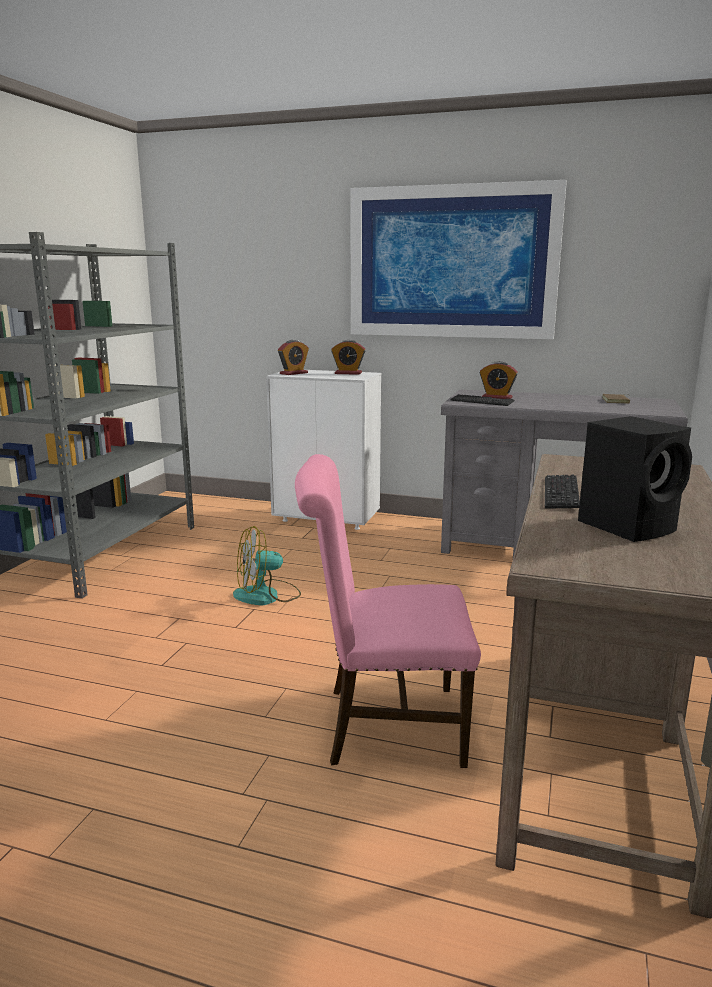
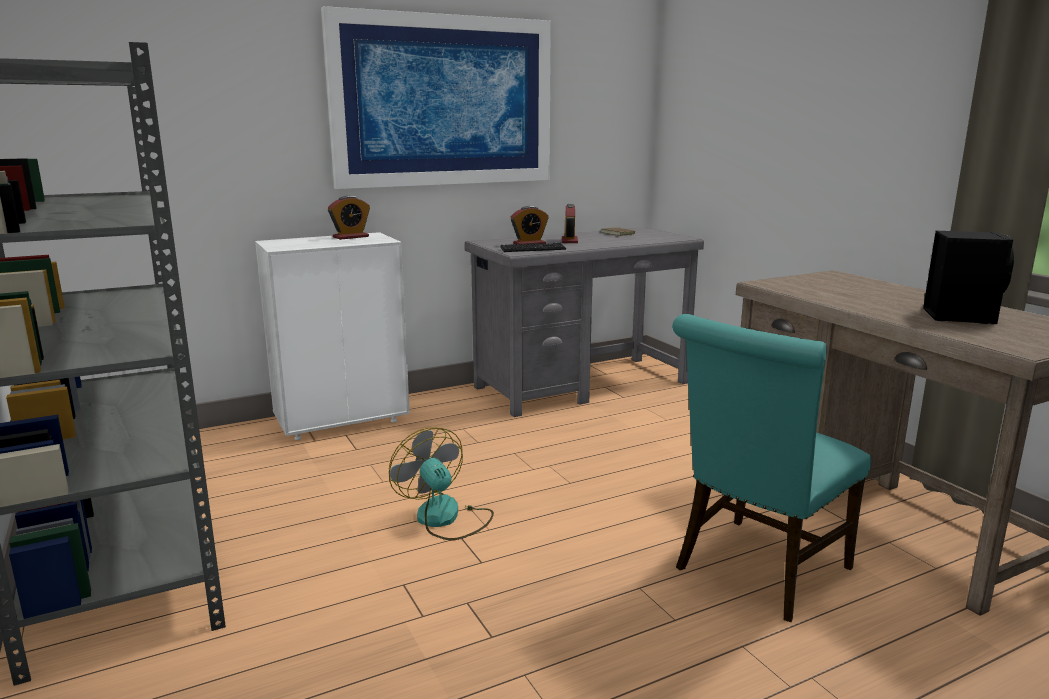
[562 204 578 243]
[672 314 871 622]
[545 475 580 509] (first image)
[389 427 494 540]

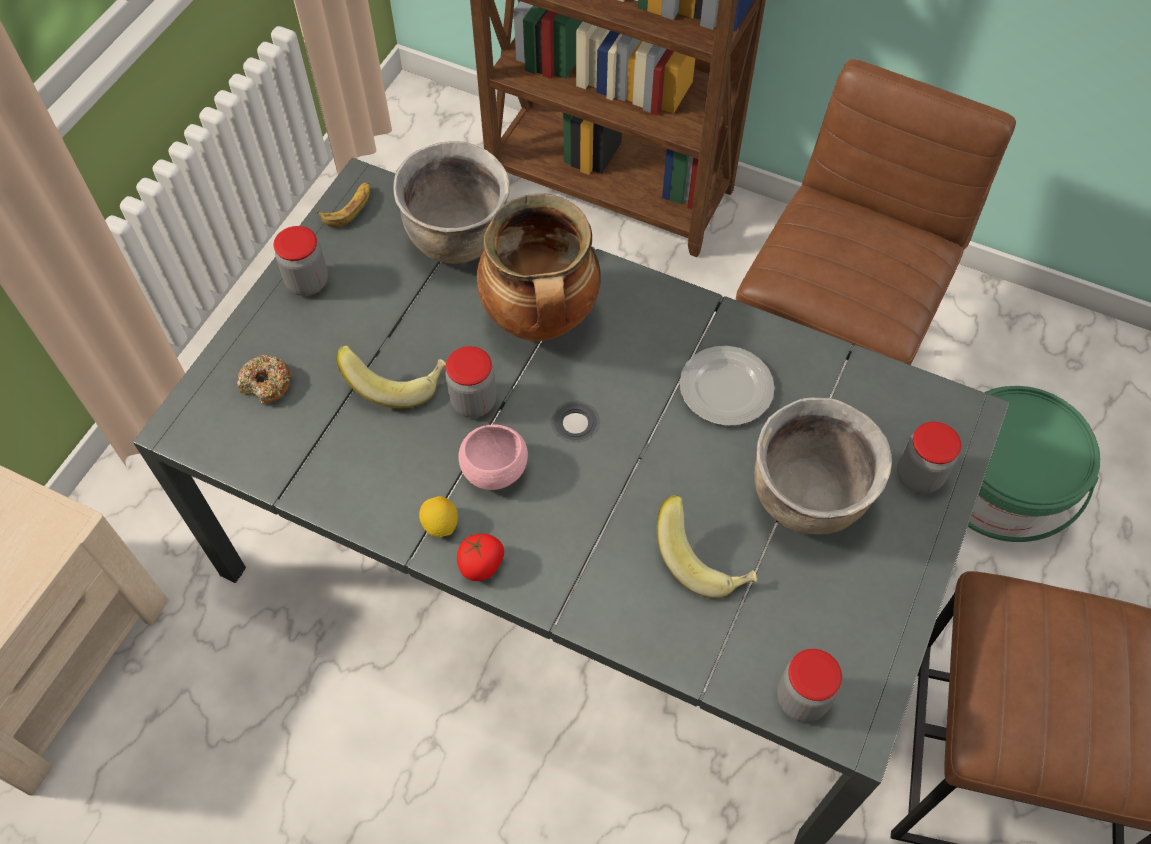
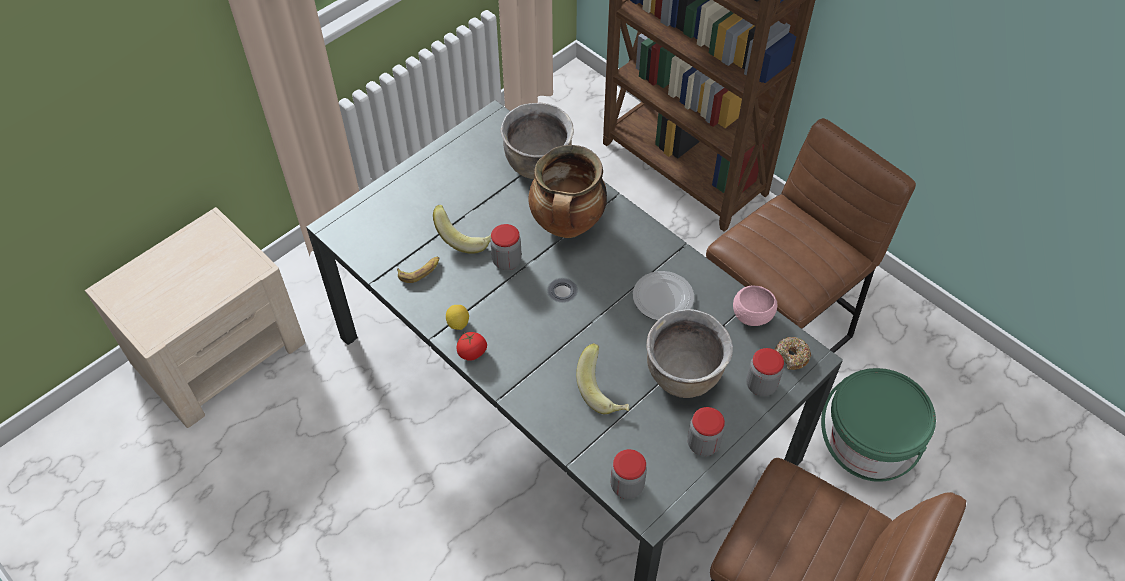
[397 257 439 283]
[687 407 725 456]
[775 337 811 370]
[733 286 777 326]

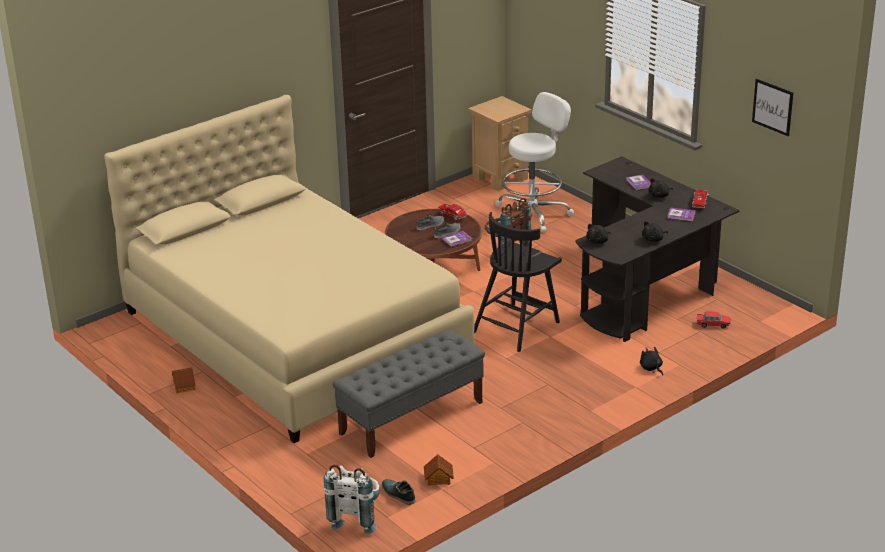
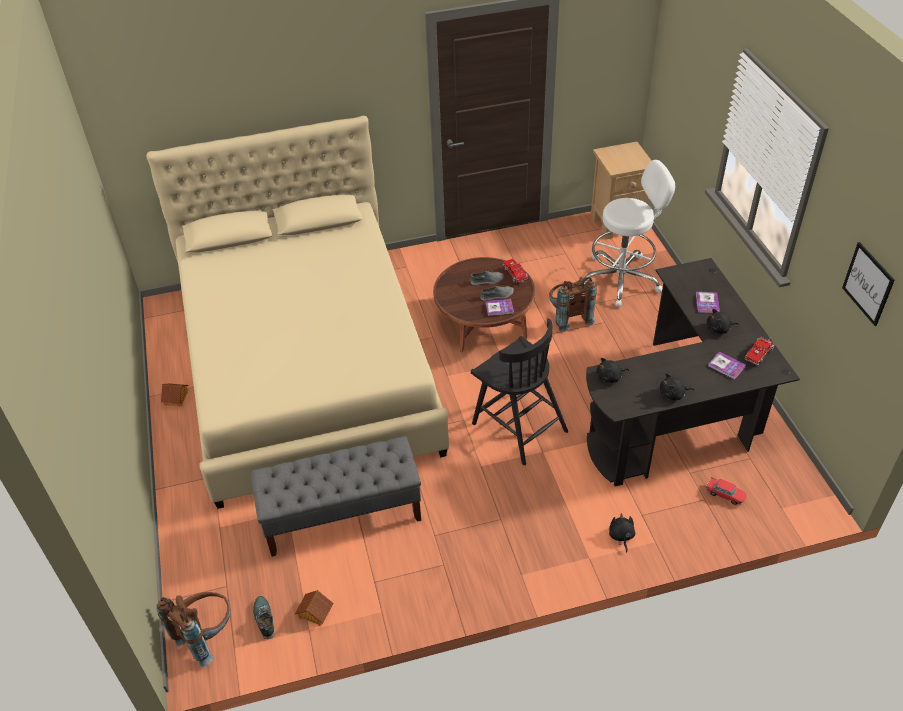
[471 318 568 465]
[157 592 231 667]

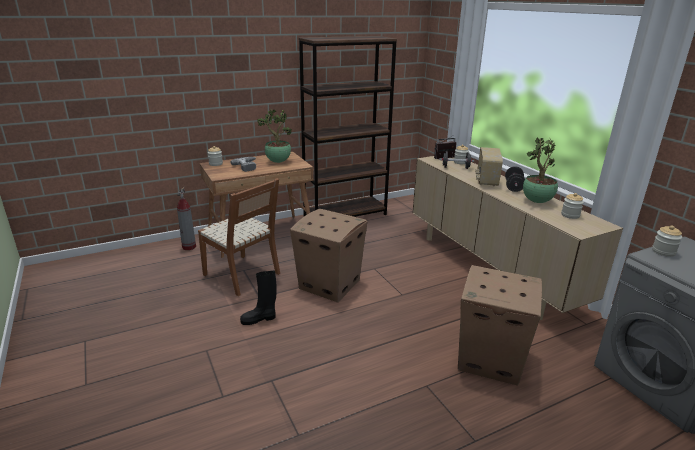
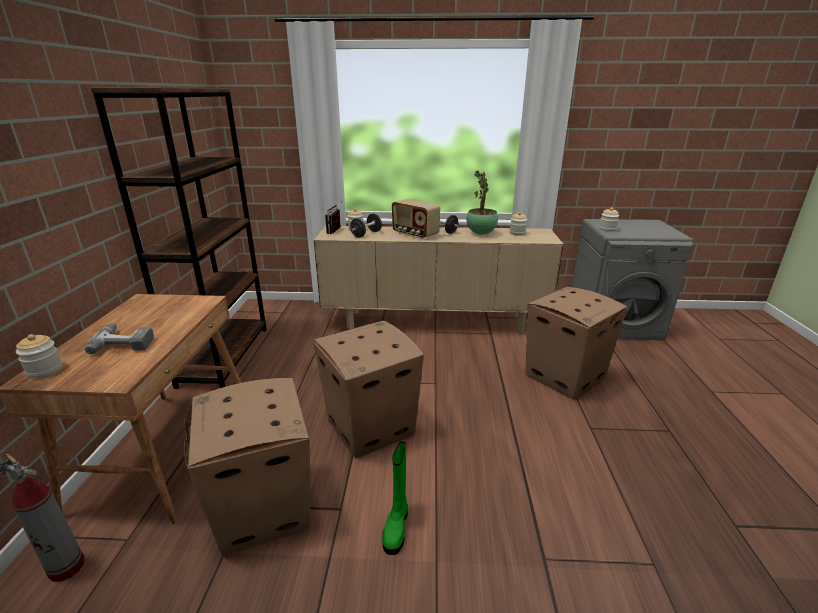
[257 109 292 163] (first image)
[184 378 310 557]
[382 441 408 555]

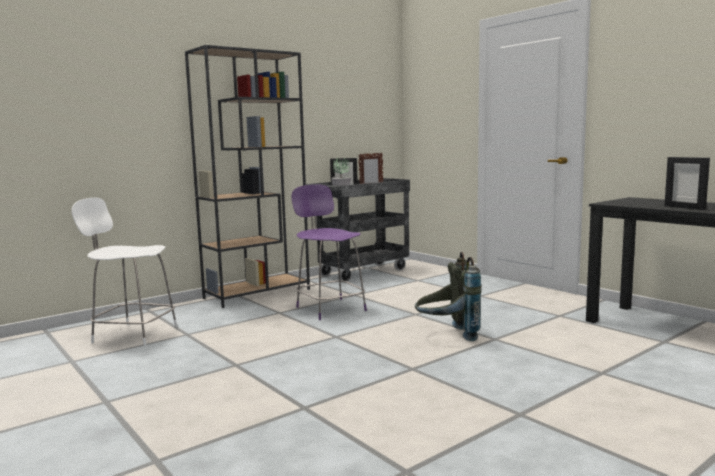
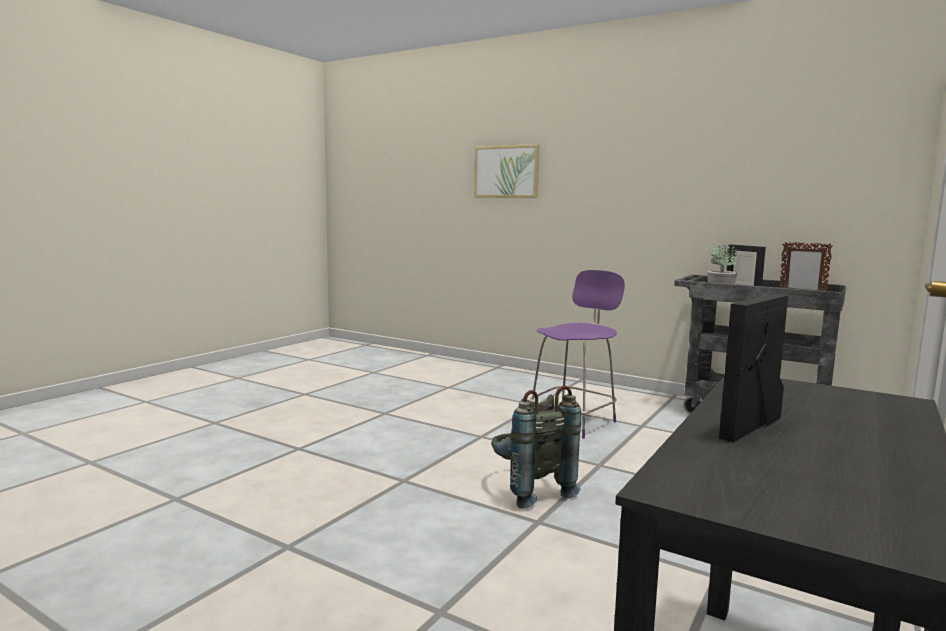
[185 45 310 308] (first image)
[72 198 177 347] (first image)
[474 144 540 198]

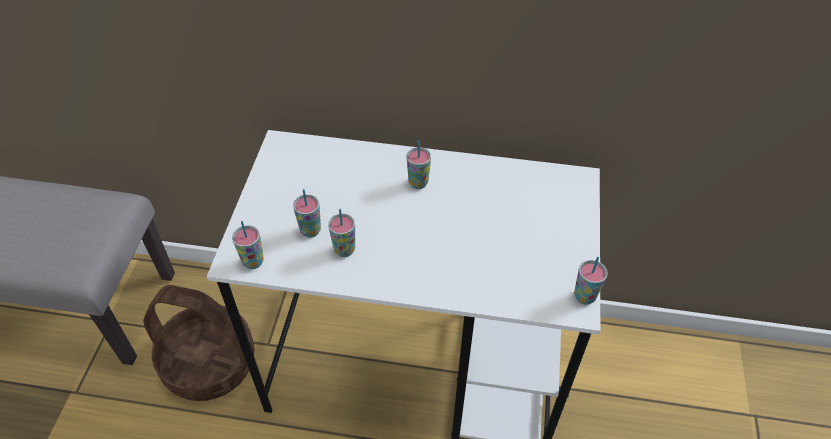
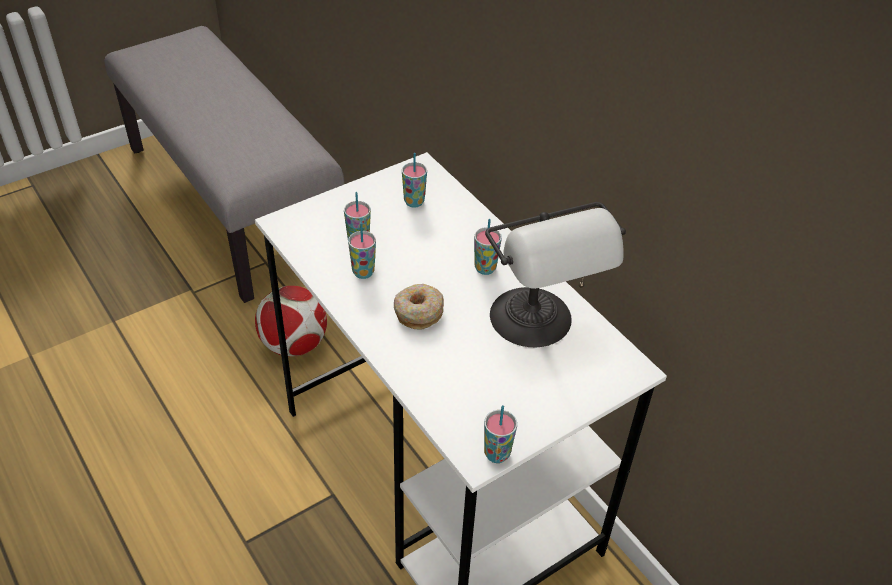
[402 153 427 208]
[255 286 327 357]
[485 202 626 347]
[394 284 444 330]

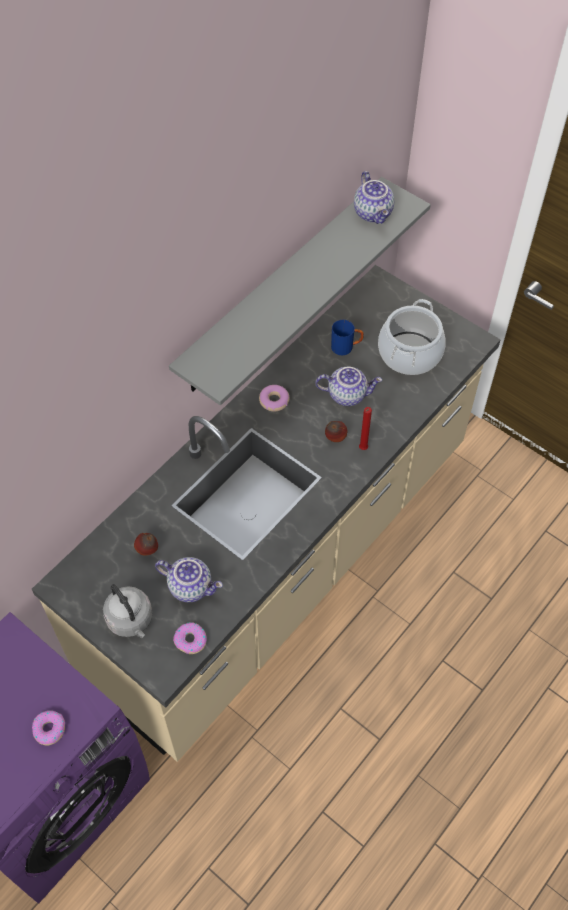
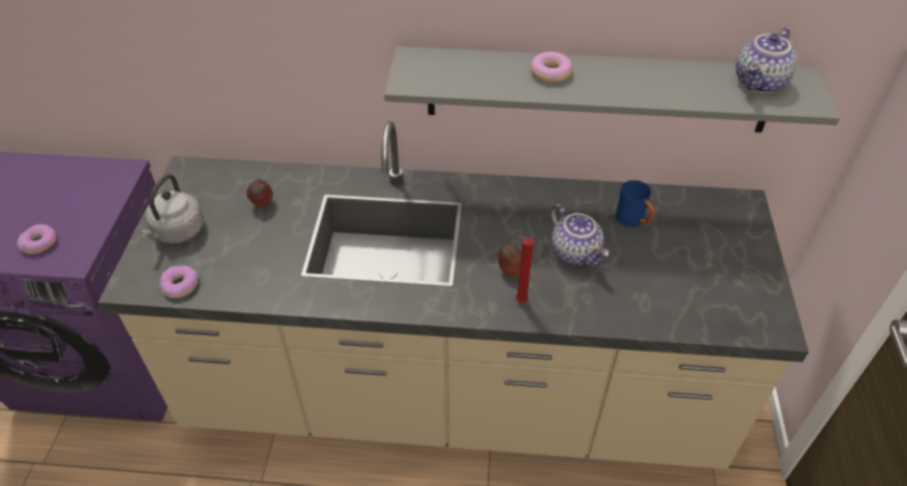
[378 299 446 375] (first image)
[530 52 573 83]
[155 557 223 602] (first image)

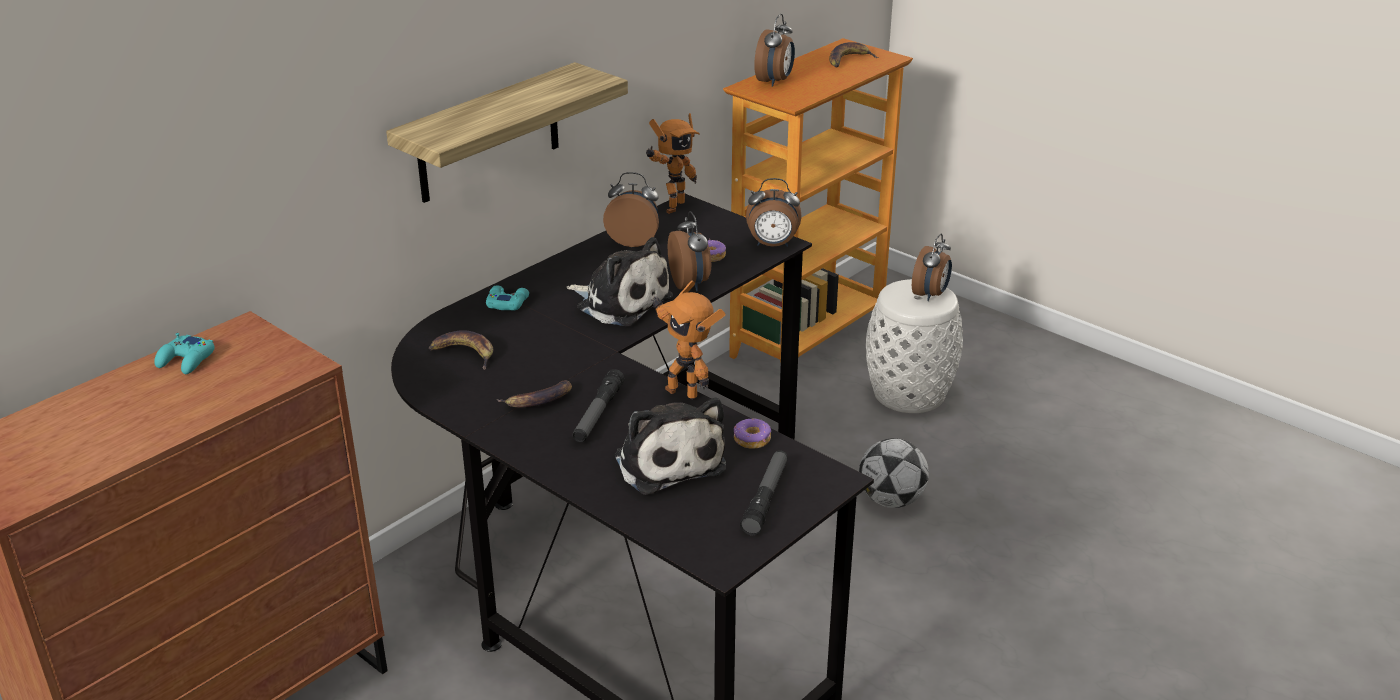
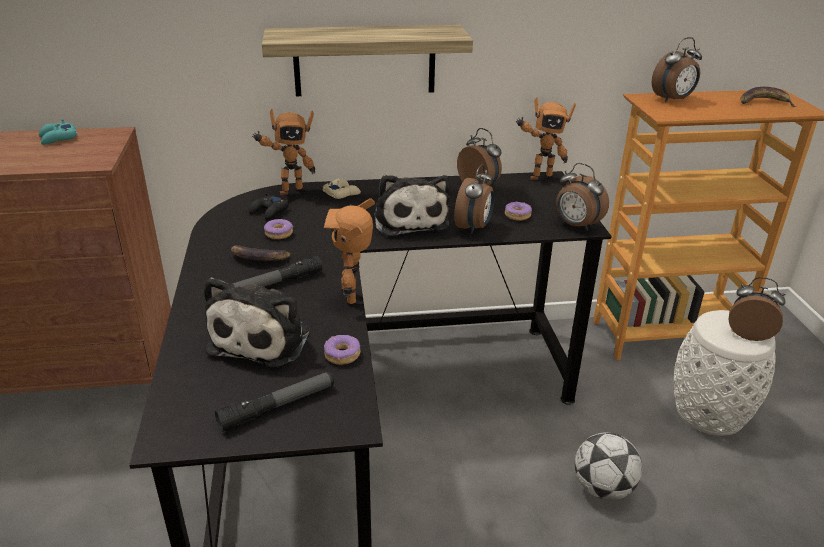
[728 277 786 341]
[322 178 361 199]
[249 193 289 220]
[252 109 315 195]
[264 219 293 239]

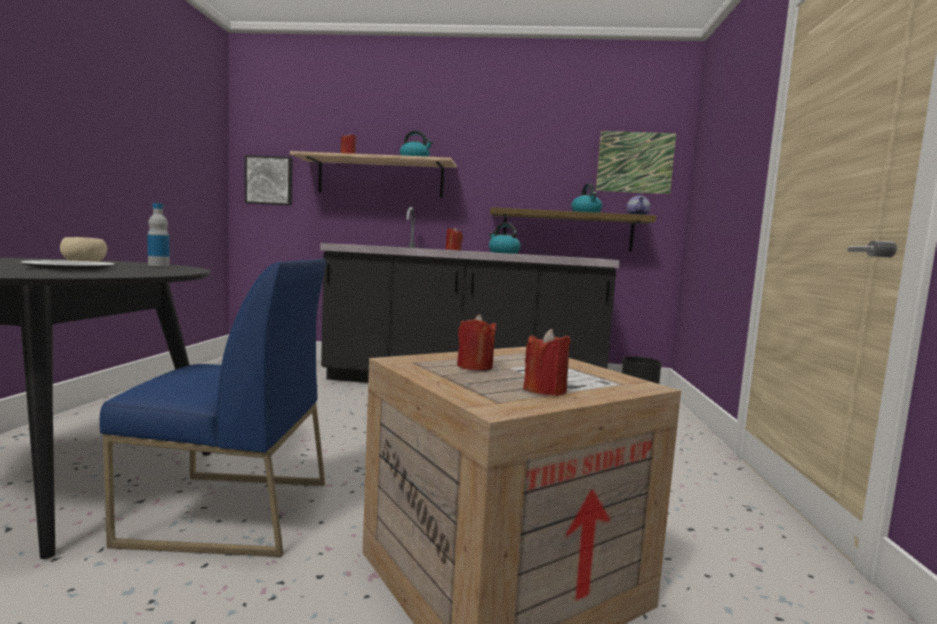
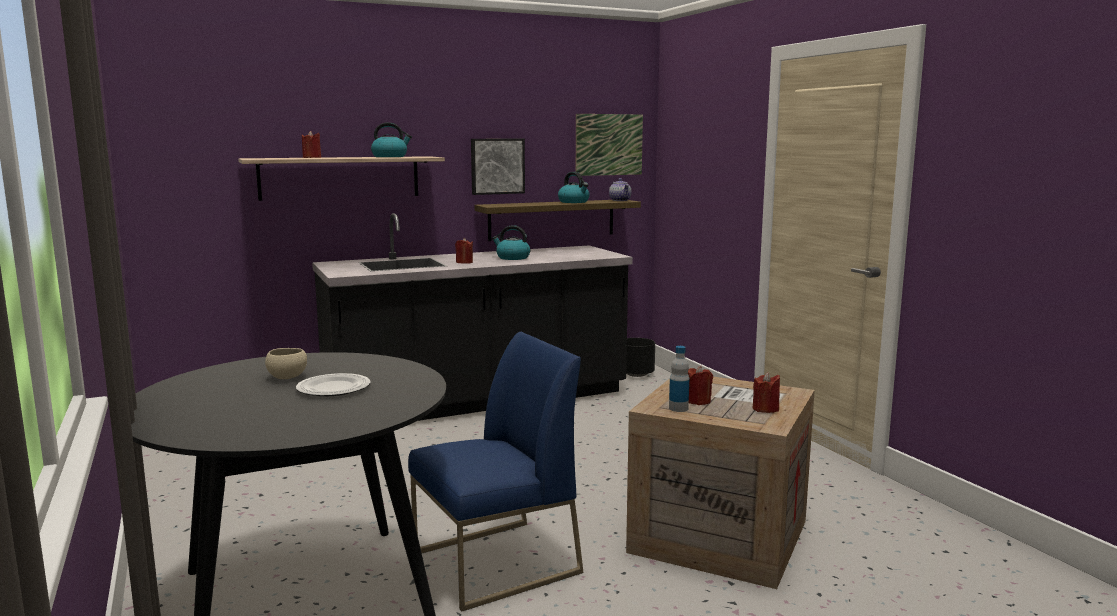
[471 139 525 195]
[669 346 689 412]

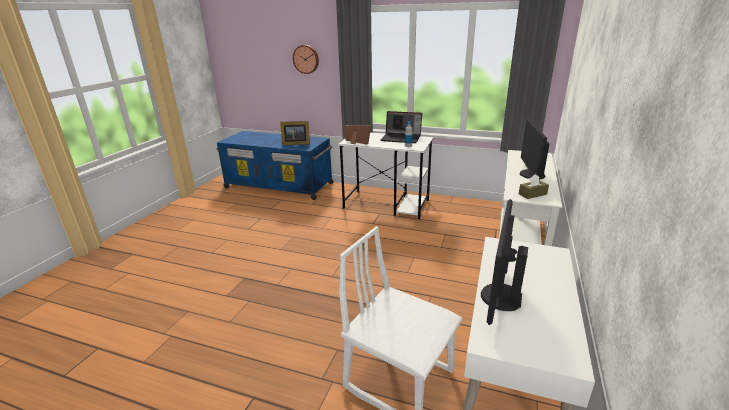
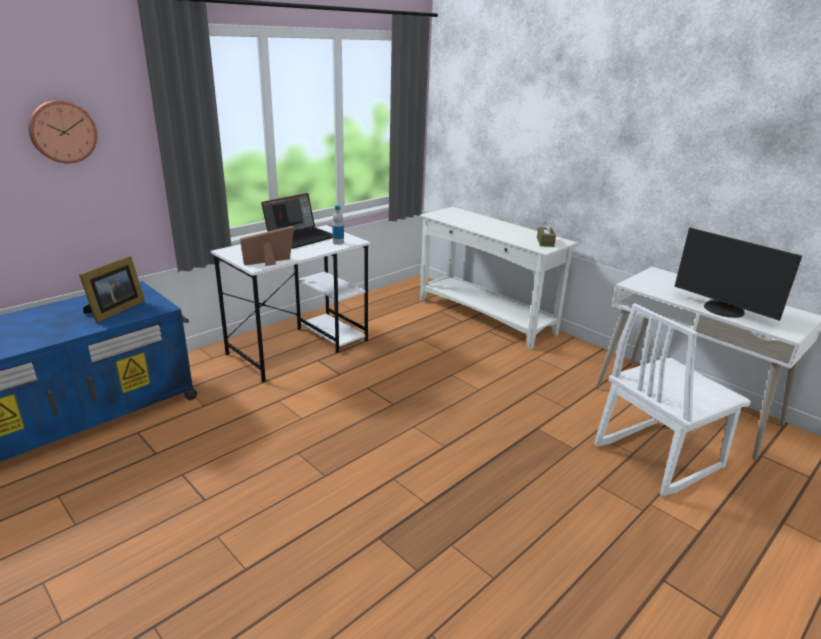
[520 119 550 180] (first image)

